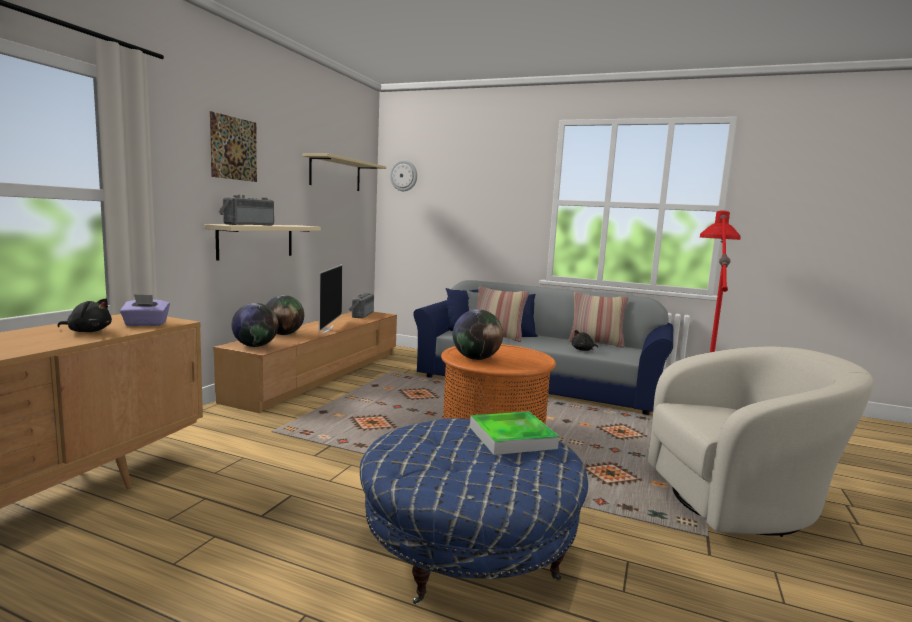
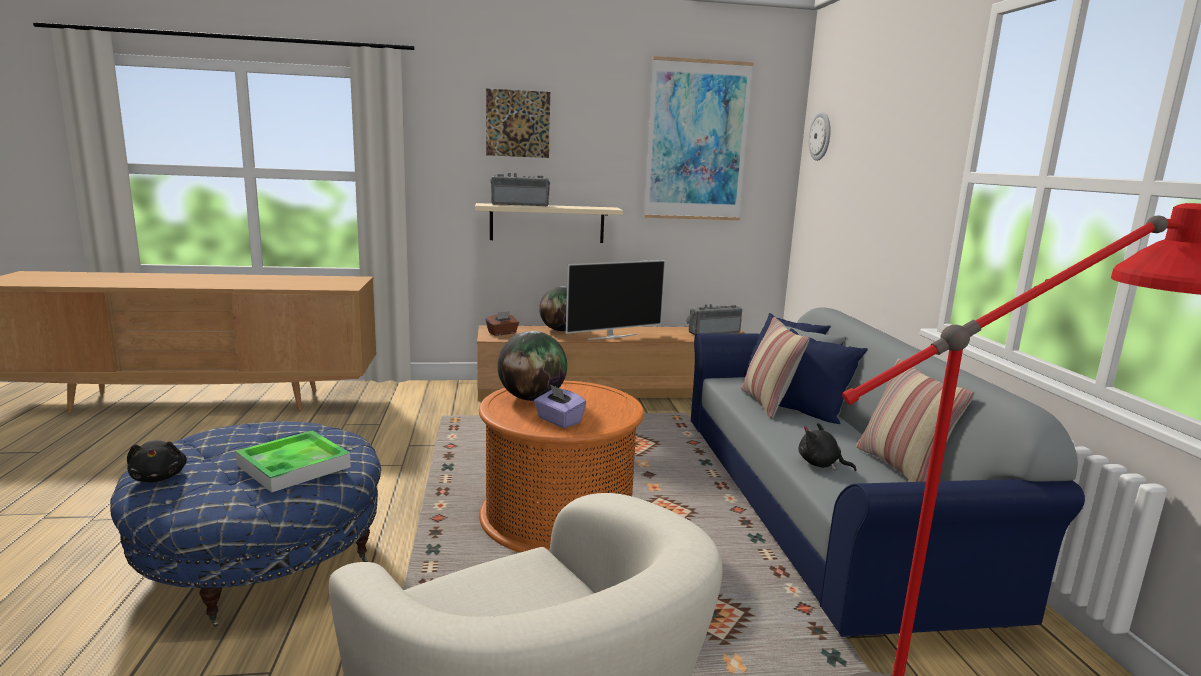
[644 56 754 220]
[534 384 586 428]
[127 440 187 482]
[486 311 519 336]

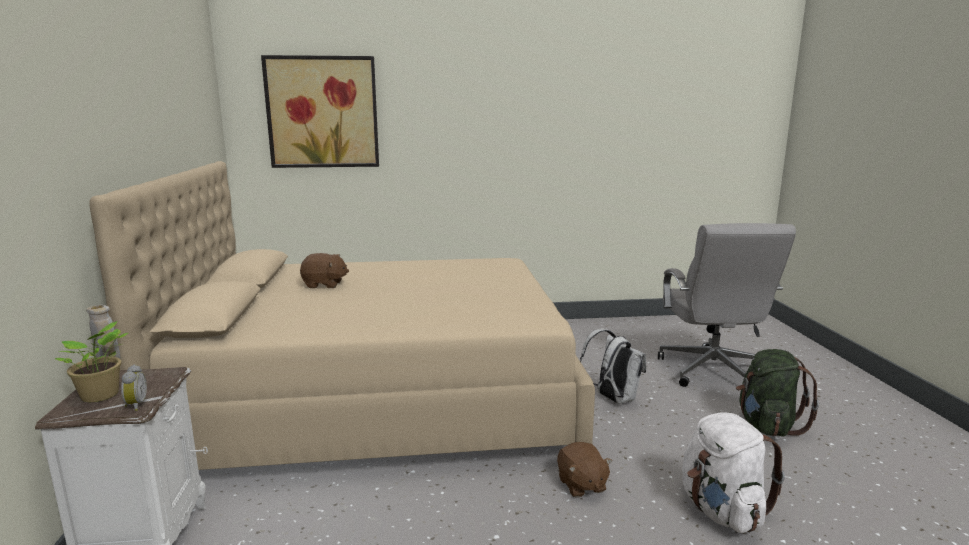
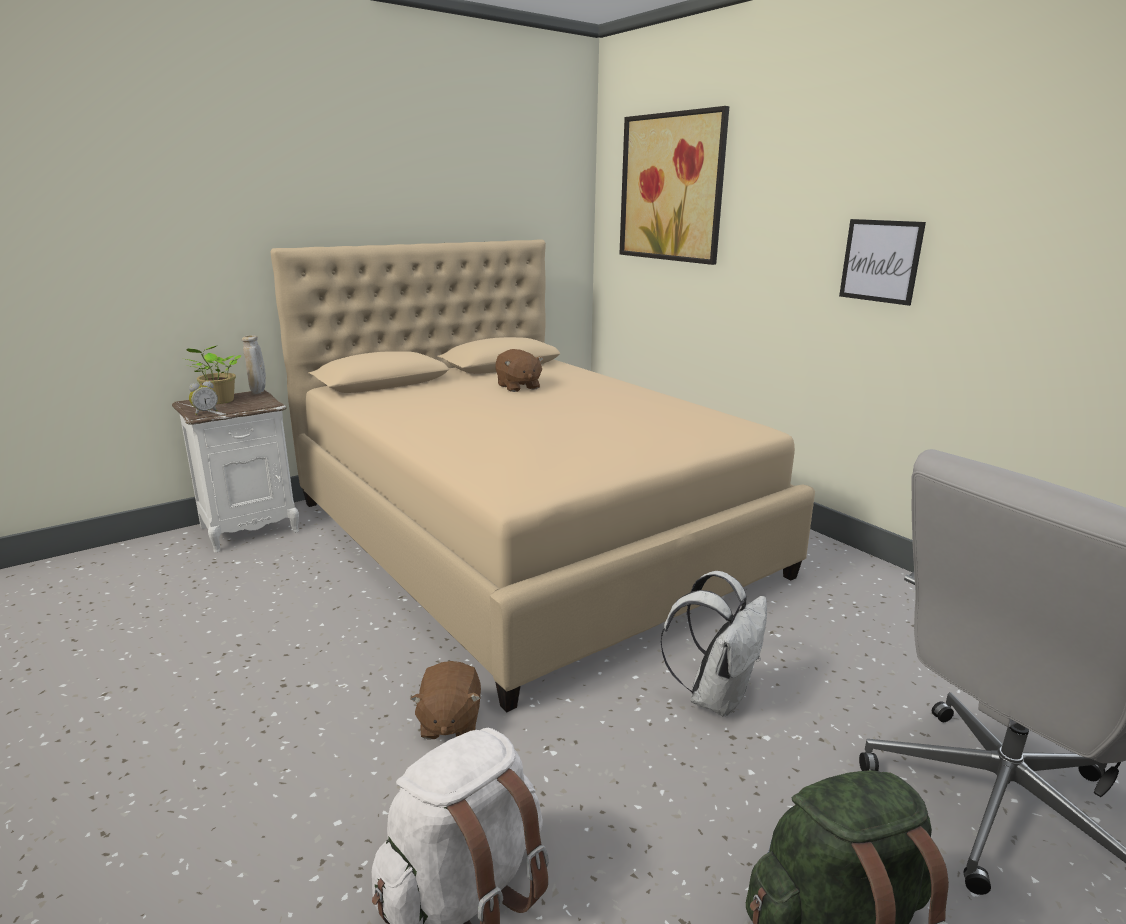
[411 661 481 739]
[839 219 926 306]

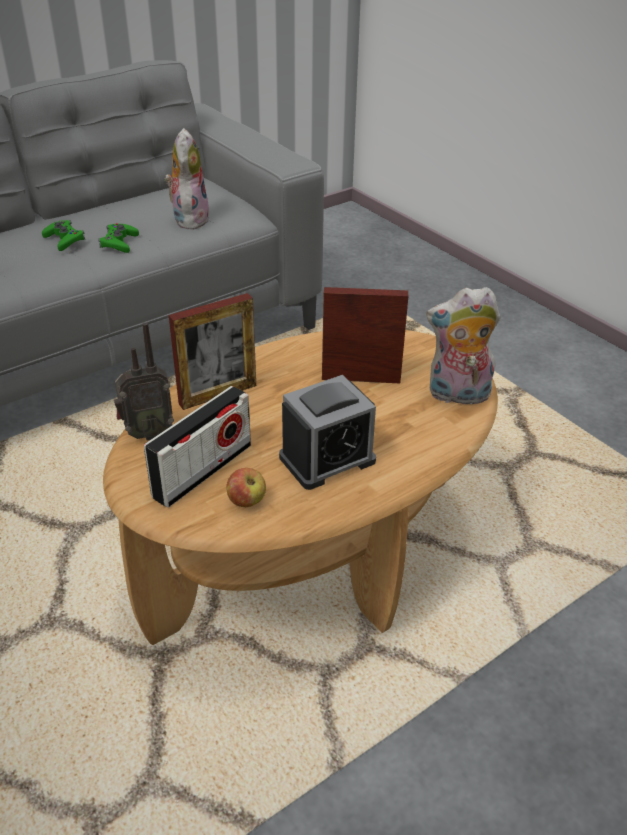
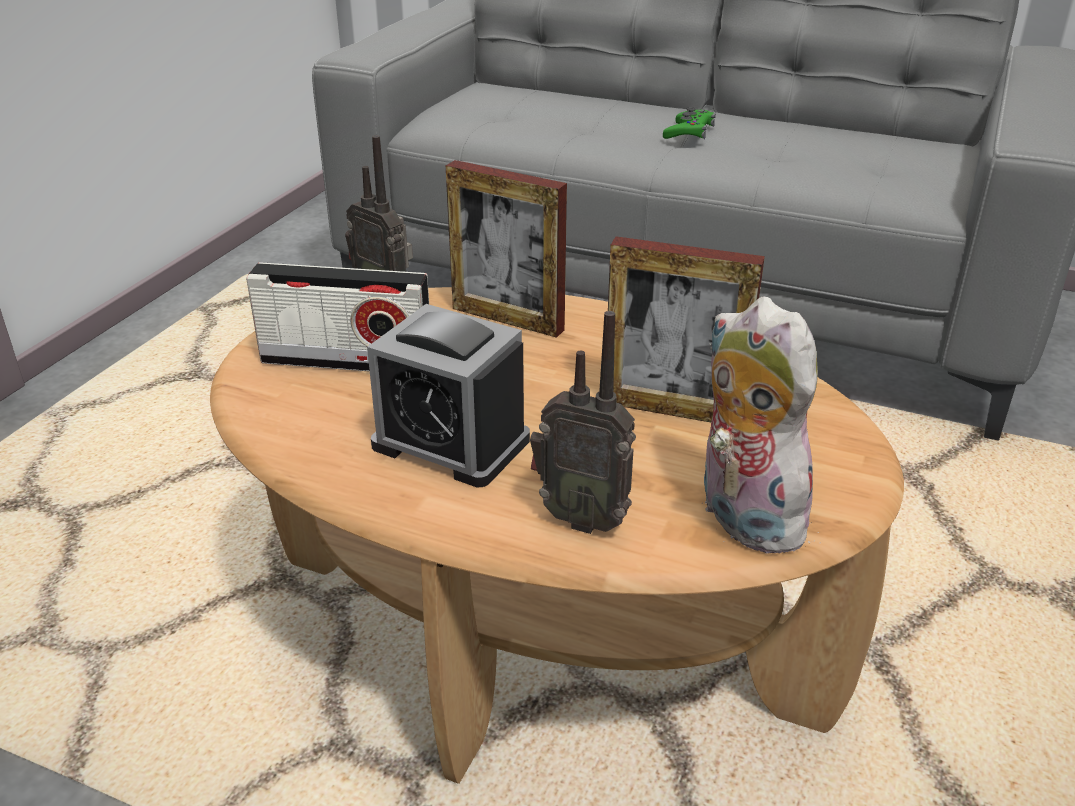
[165 128 210 230] (first image)
[98 223 139 253] (first image)
[608 236 765 422]
[226 468 266 507] (first image)
[530 311 636 534]

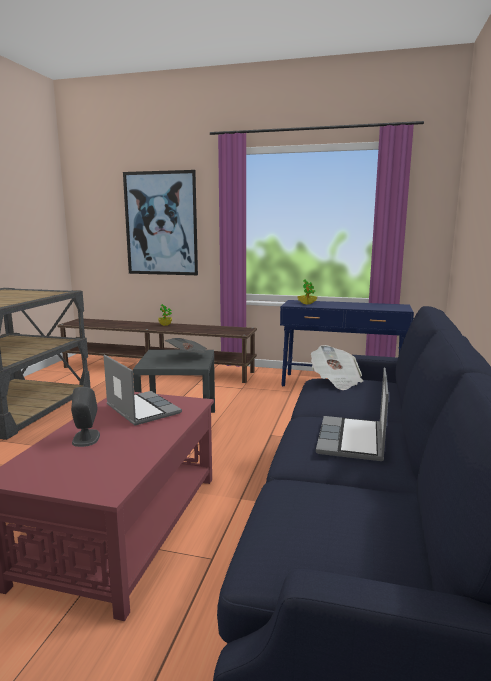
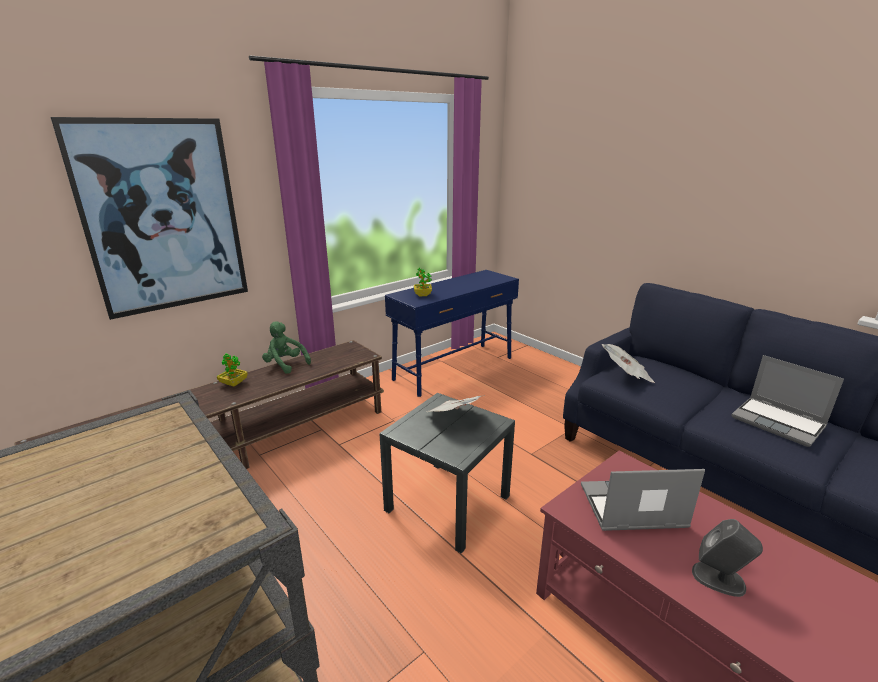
[262 321 311 374]

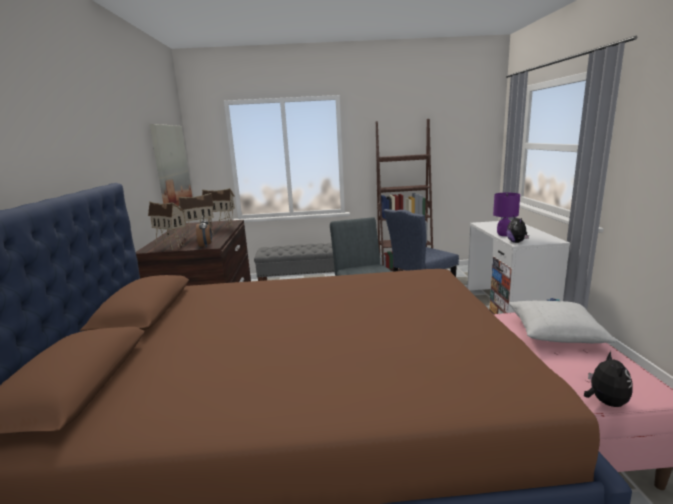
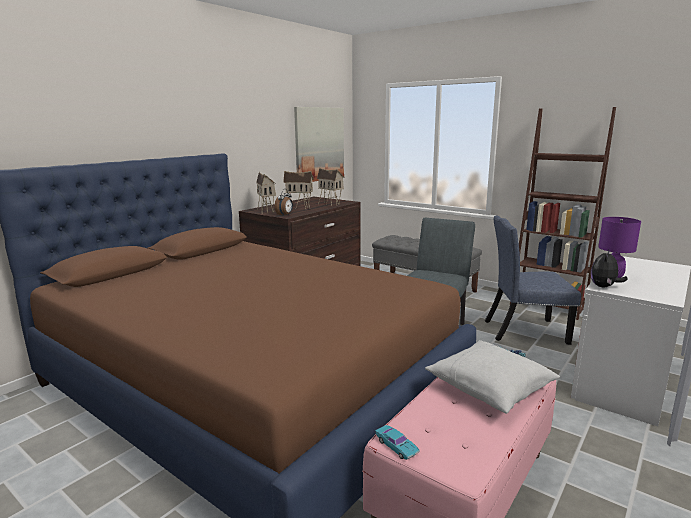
[375 425 419 460]

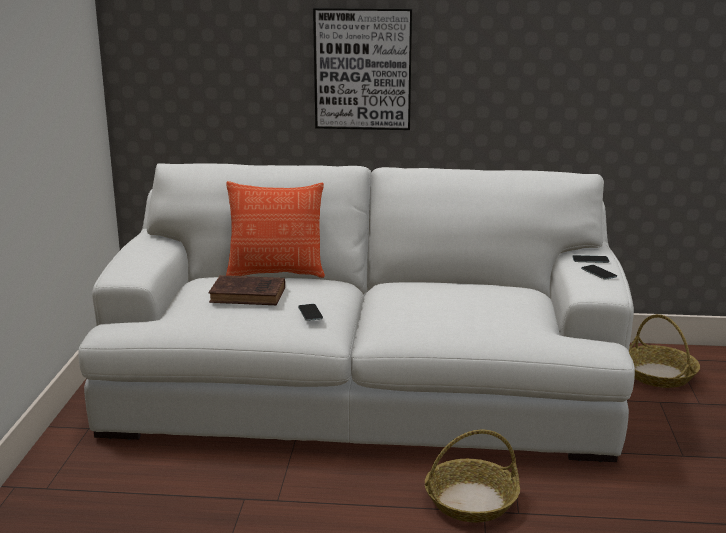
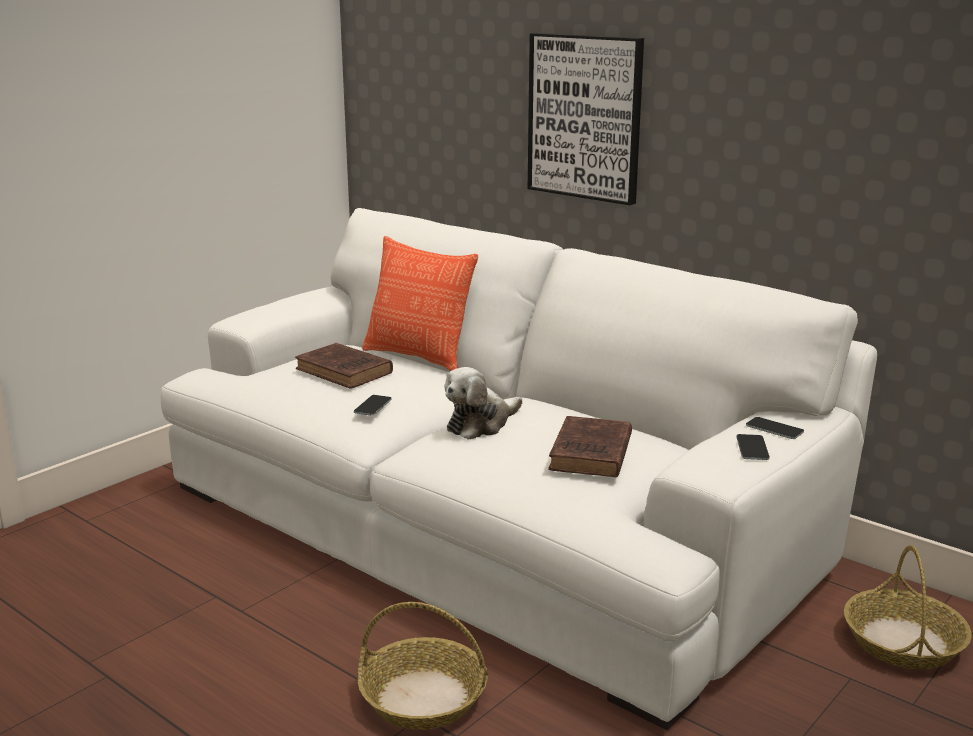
[444 367 522 440]
[548 416 632 477]

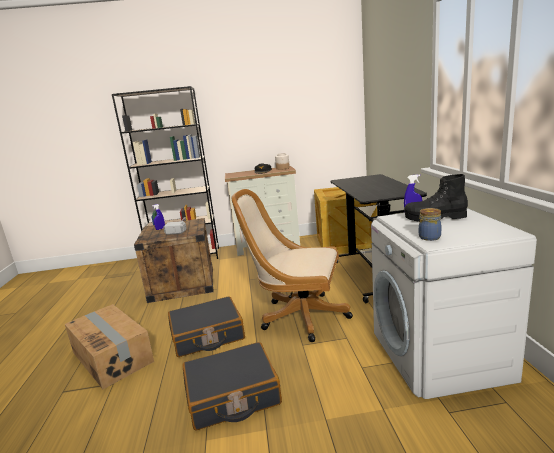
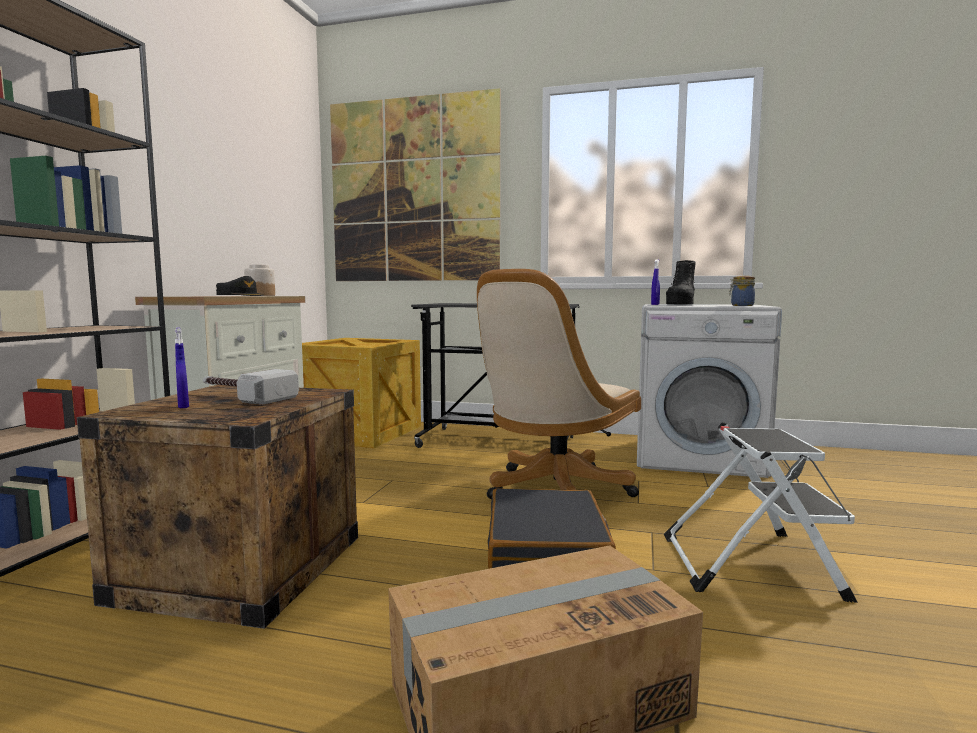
[664 422 857 603]
[330 88 500 281]

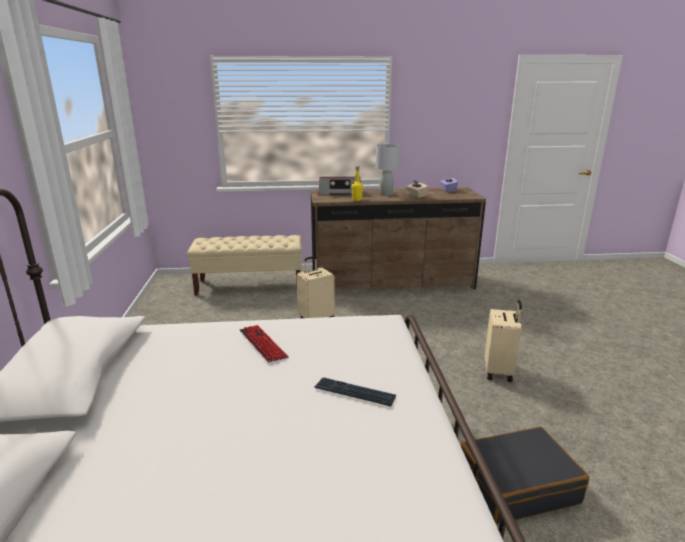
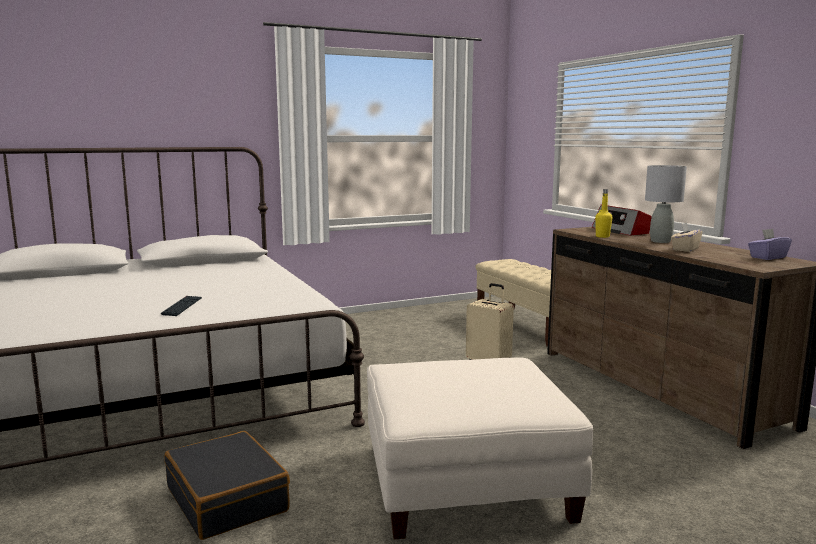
[367 358 593 539]
[240 325 289 362] (first image)

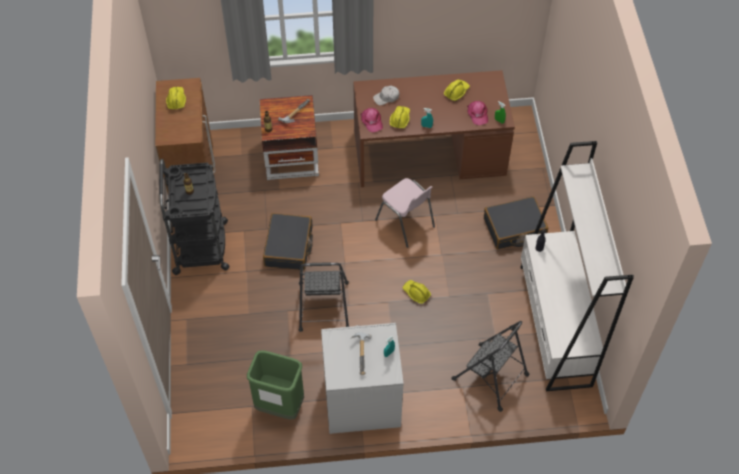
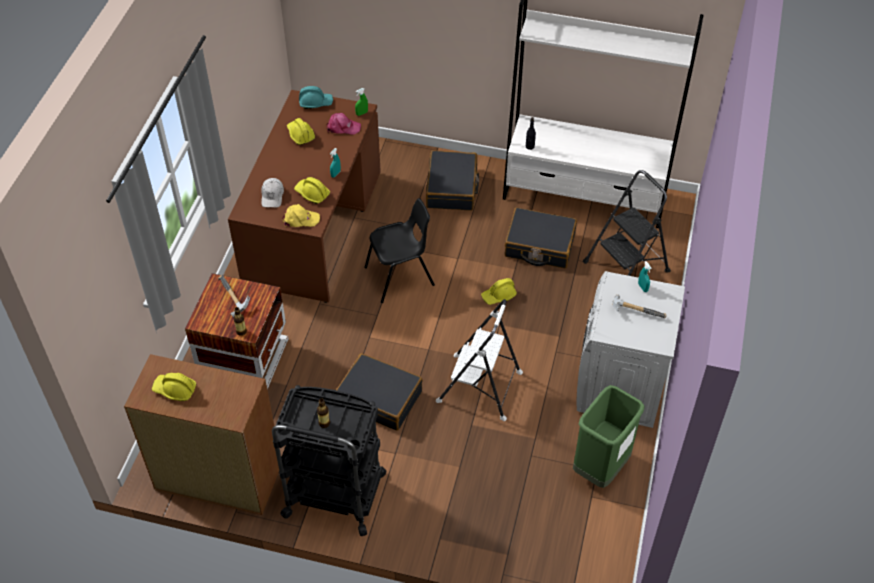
[282 204 320 227]
[364 198 435 303]
[436 299 523 421]
[299 86 333 109]
[505 207 577 268]

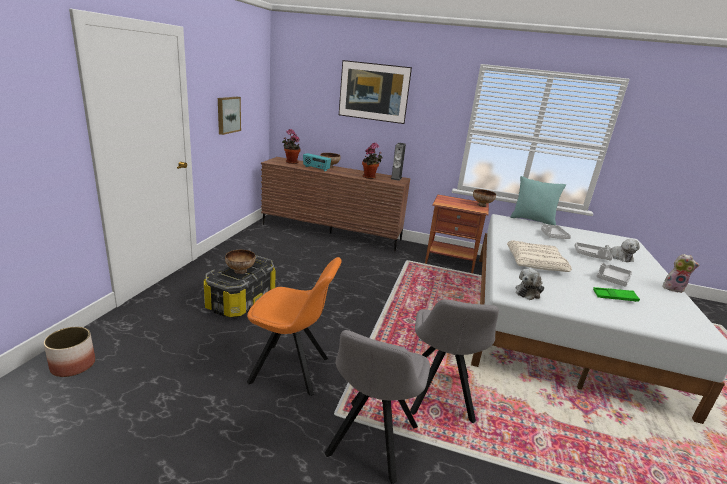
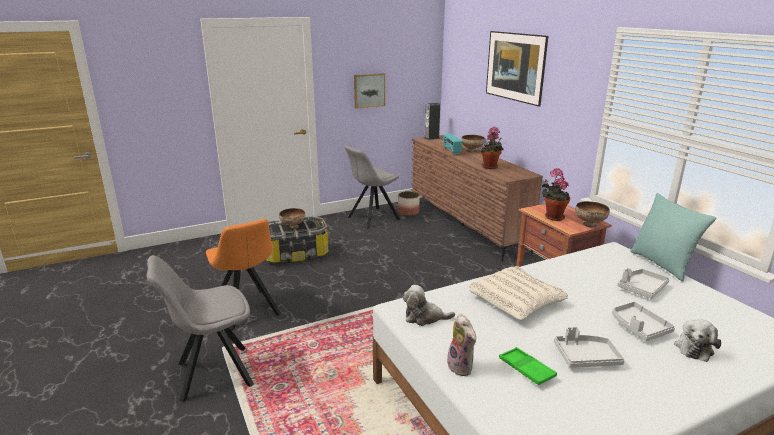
[542 168 570 221]
[424 103 440 140]
[447 314 476 376]
[345 145 400 229]
[398 191 420 216]

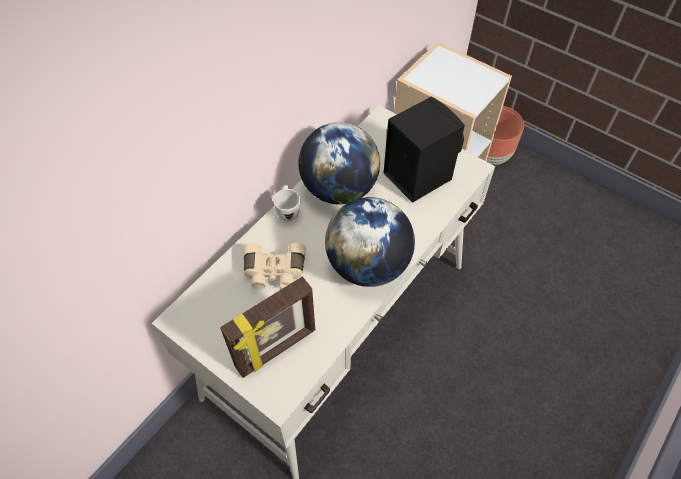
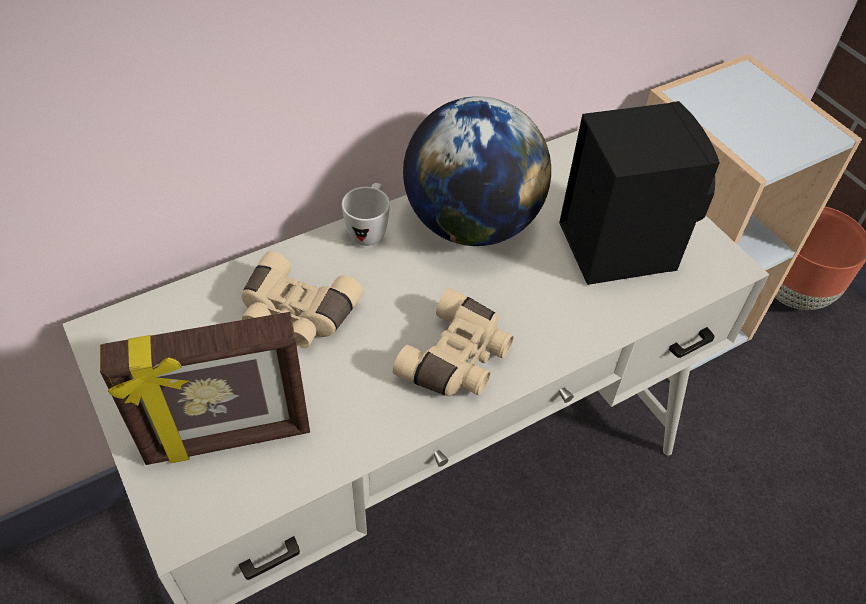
[393 288 514 396]

